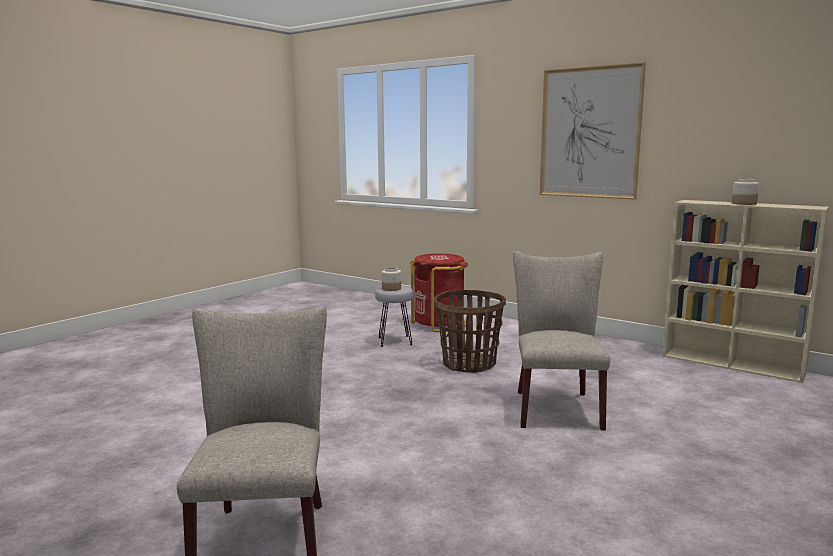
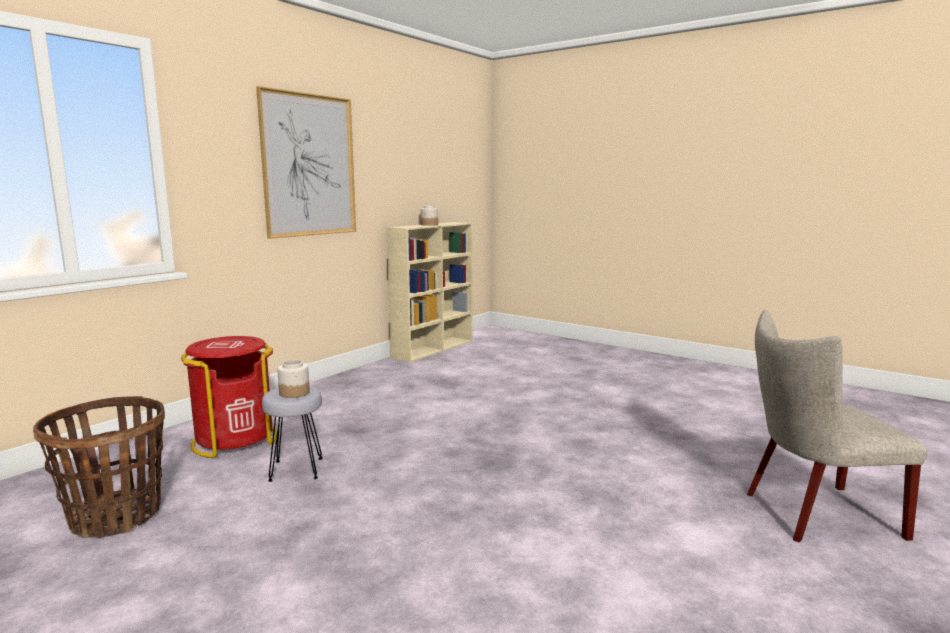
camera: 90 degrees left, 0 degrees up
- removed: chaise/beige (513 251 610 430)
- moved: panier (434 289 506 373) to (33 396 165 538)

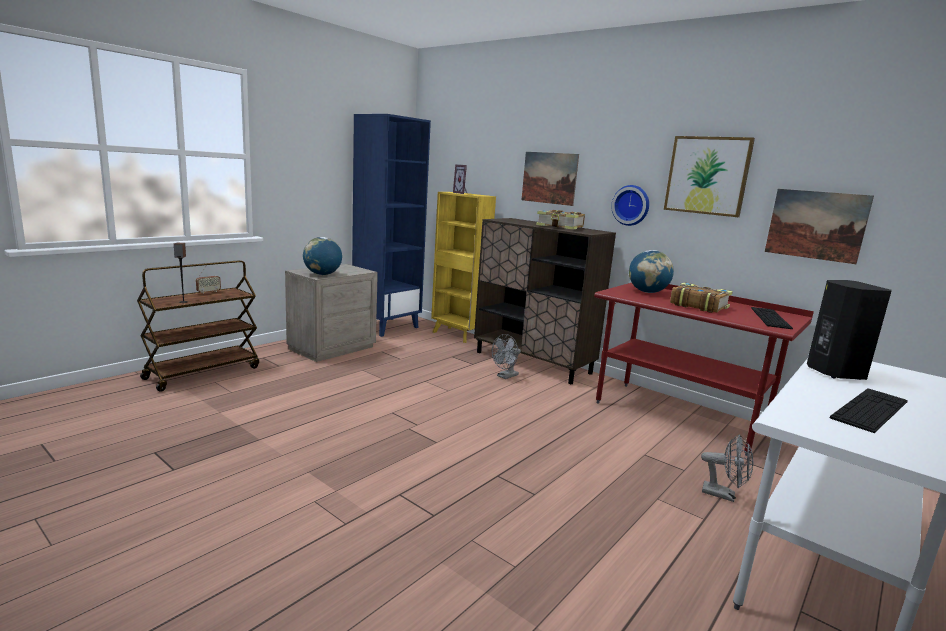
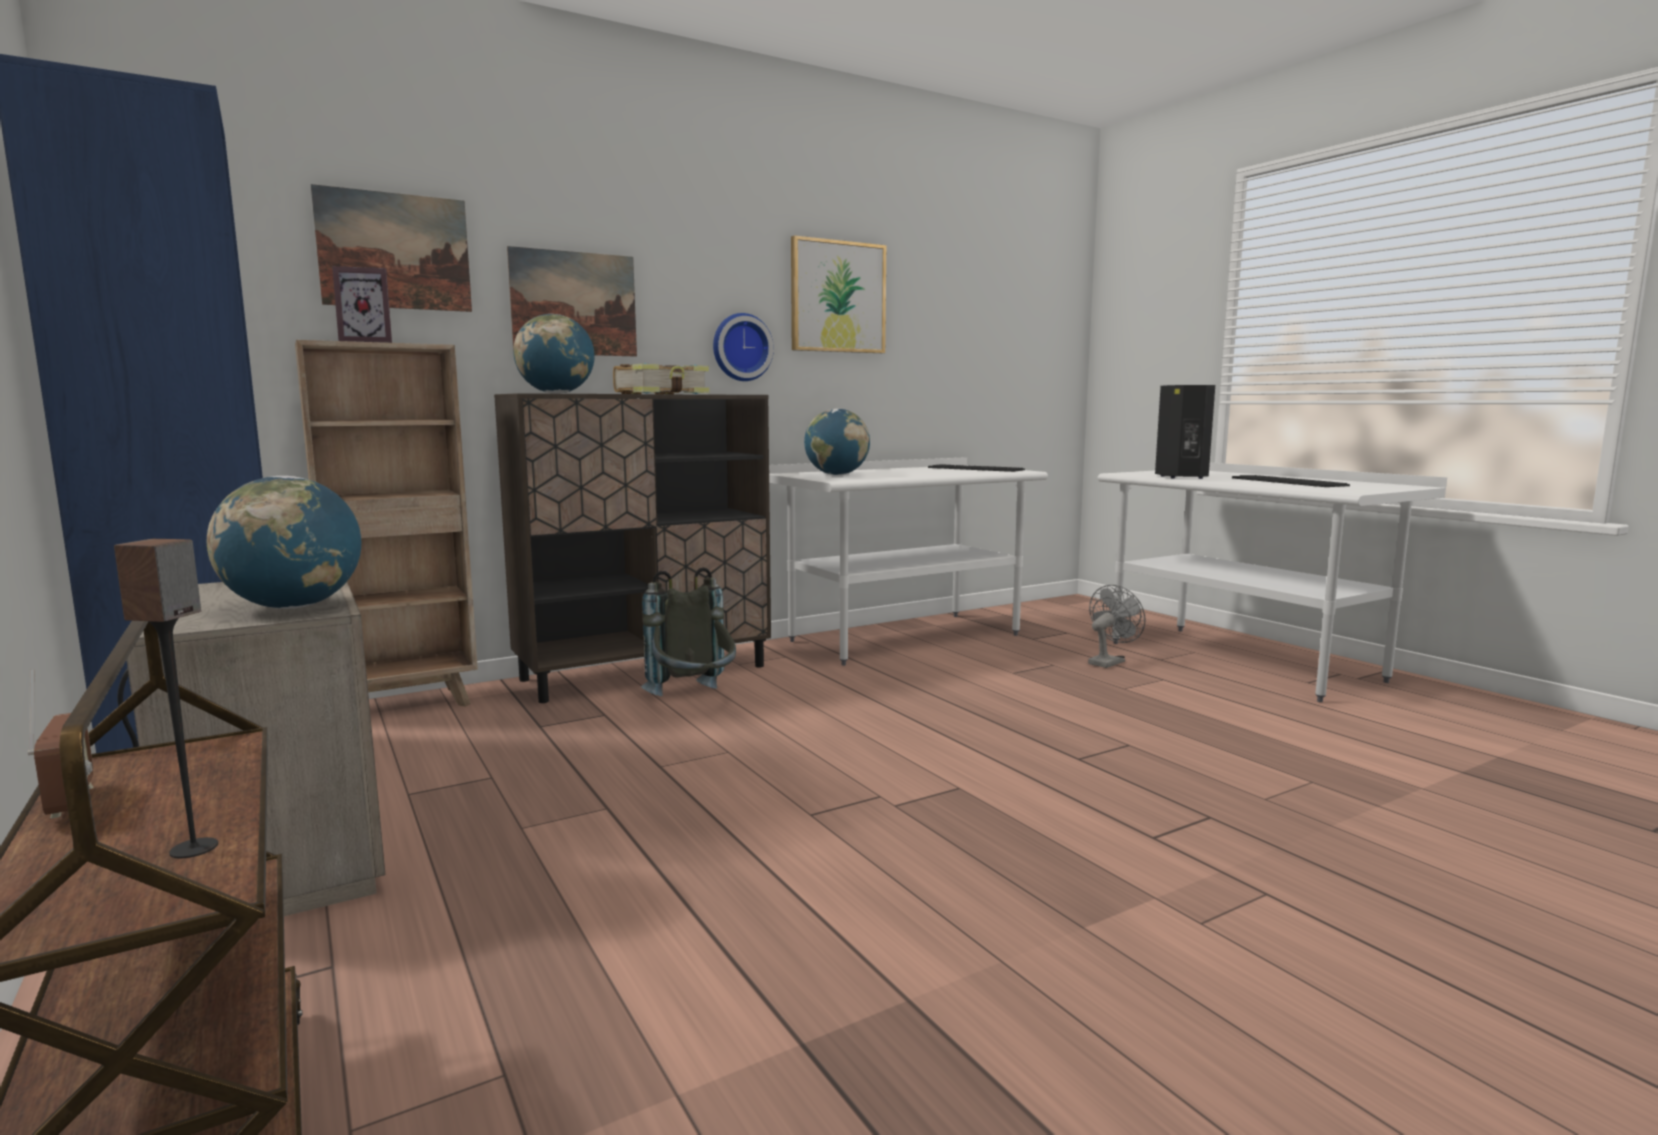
camera: 70 degrees left, 5 degrees down
- moved: tableau (765 189 874 264) to (311 184 472 312)
- recoloured: bibliothèque/jaune (431 192 496 343) to bibliothèque/marron (295 340 478 707)
- removed: livre (670 282 733 313)
- recoloured: bureau/rouge (594 283 814 456) to bureau/blanc (769 457 1048 666)
- replaced: ventilateur/gris (492 334 521 379) to sac à dos/gris (641 567 736 696)
- added: globe (513 314 595 394)

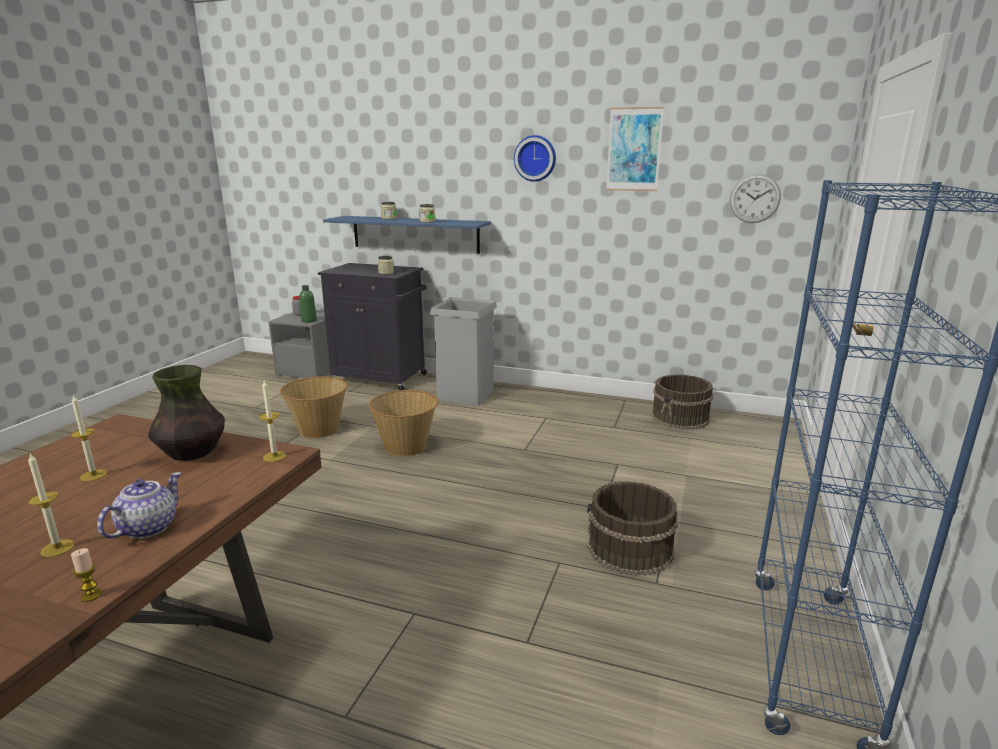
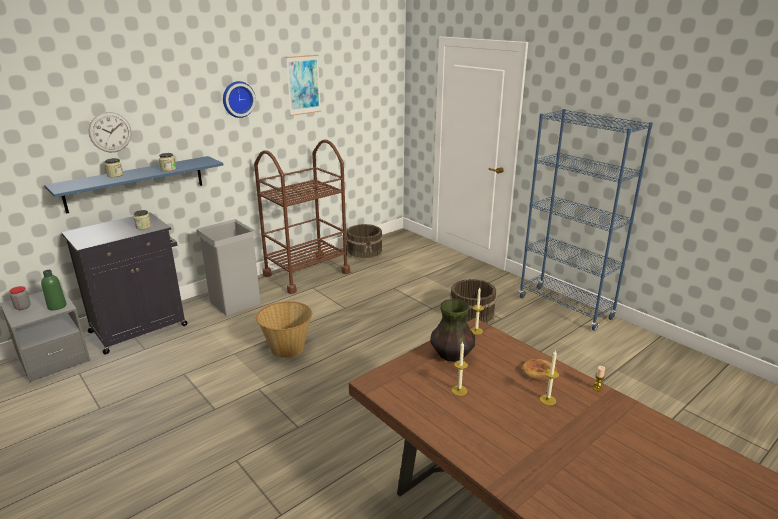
camera: 60 degrees left, 5 degrees up
- moved: horloge murale (730 174 781 223) to (89 112 132 152)
- removed: panier (280 376 348 438)
- replaced: théière (97 472 181 539) to pain (522 359 558 381)
- added: chariot/marron (254 139 350 294)

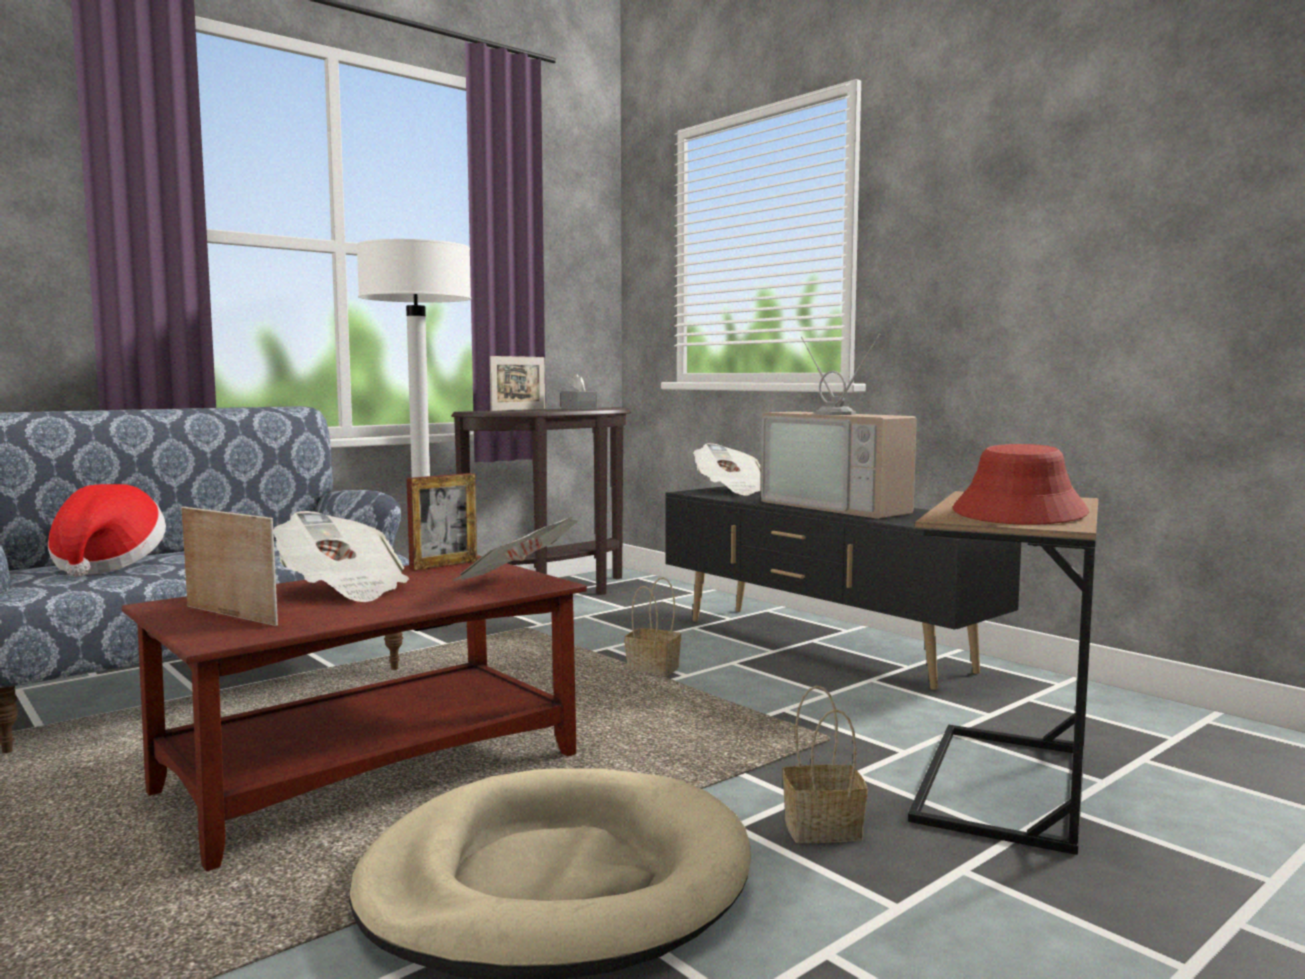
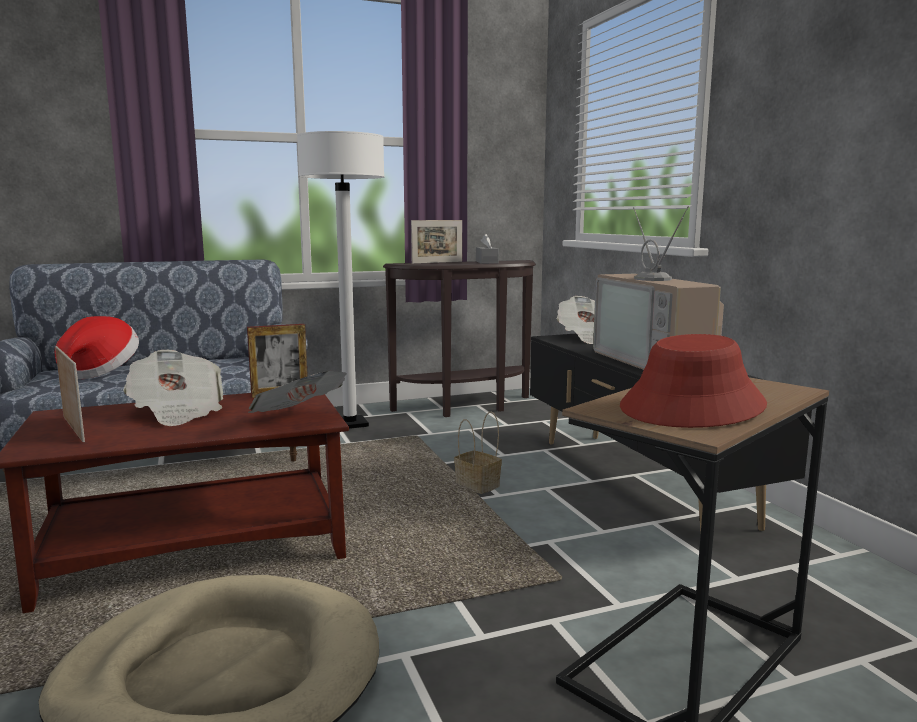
camera: 20 degrees right, 5 degrees up
- removed: panier (782 686 868 843)

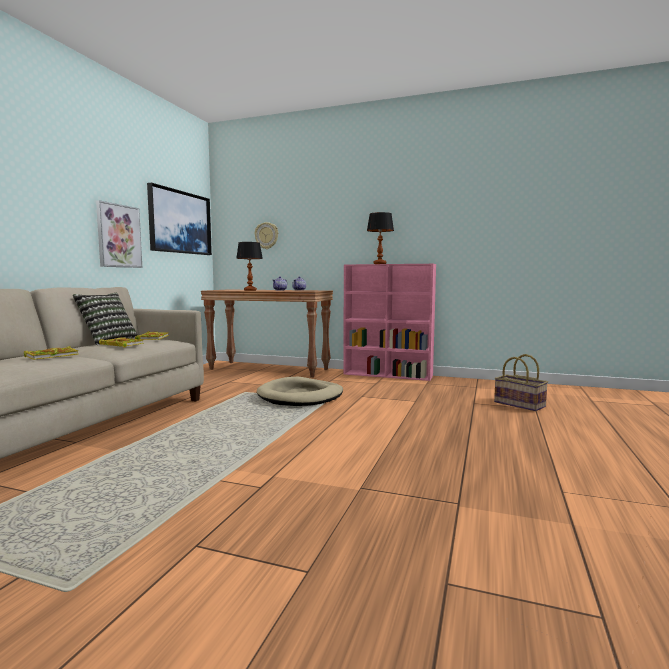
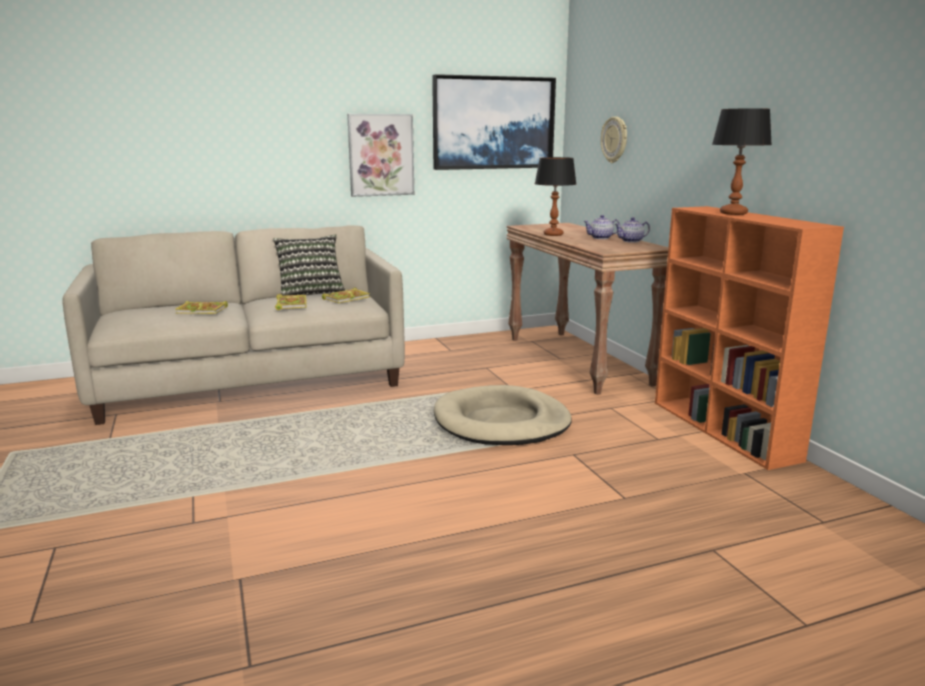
camera: 50 degrees right, 10 degrees up
- recoloured: bibliothèque/rose (343 264 436 381) to bibliothèque/orange (655 206 844 470)
- removed: panier (494 354 548 411)

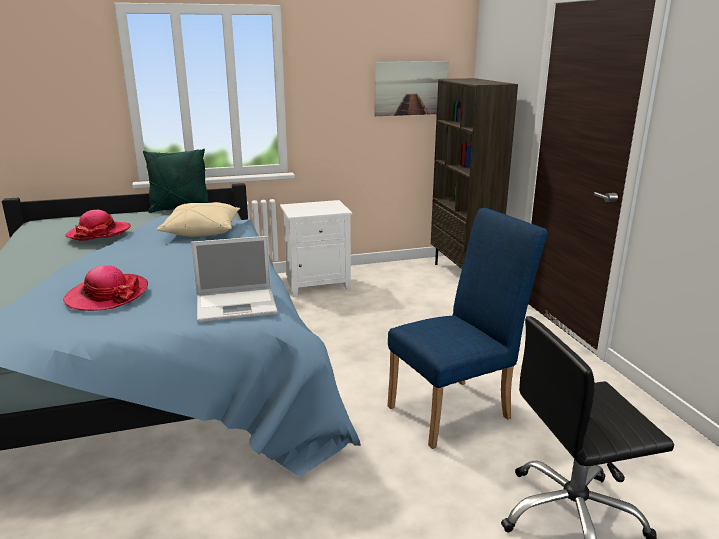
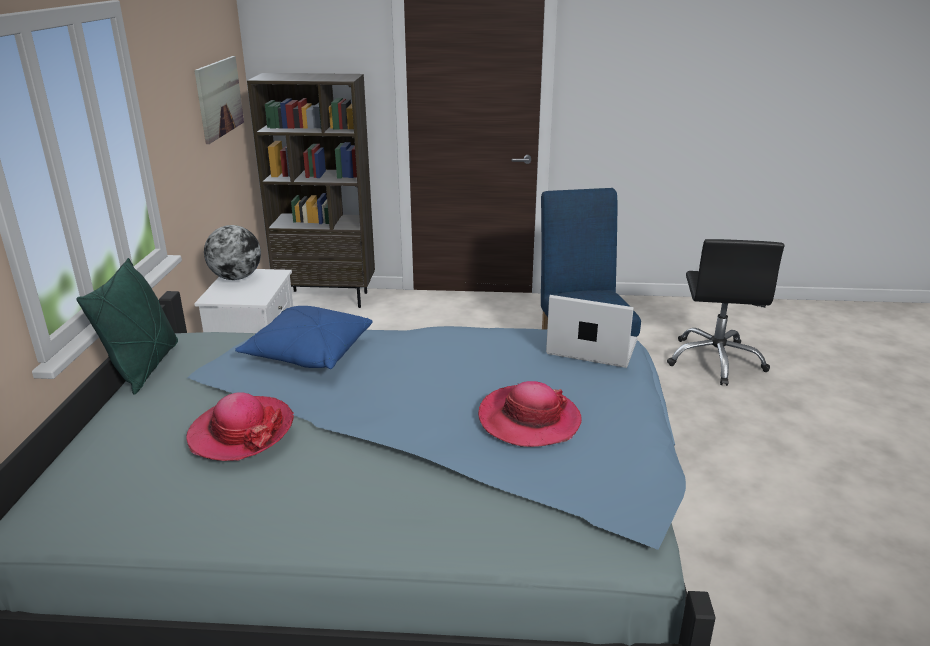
camera: 70 degrees left, 5 degrees up
- recoloured: coussin/beige (157 202 240 237) to coussin/bleu (235 306 373 369)
- turned: ordinateur portable (191 236 278 323) = (546 295 637 368) 75 degrees counterclockwise
- added: globe (204 225 261 280)

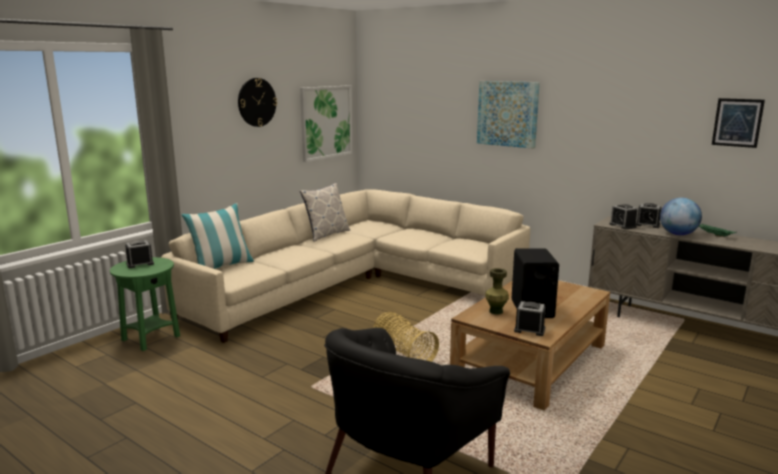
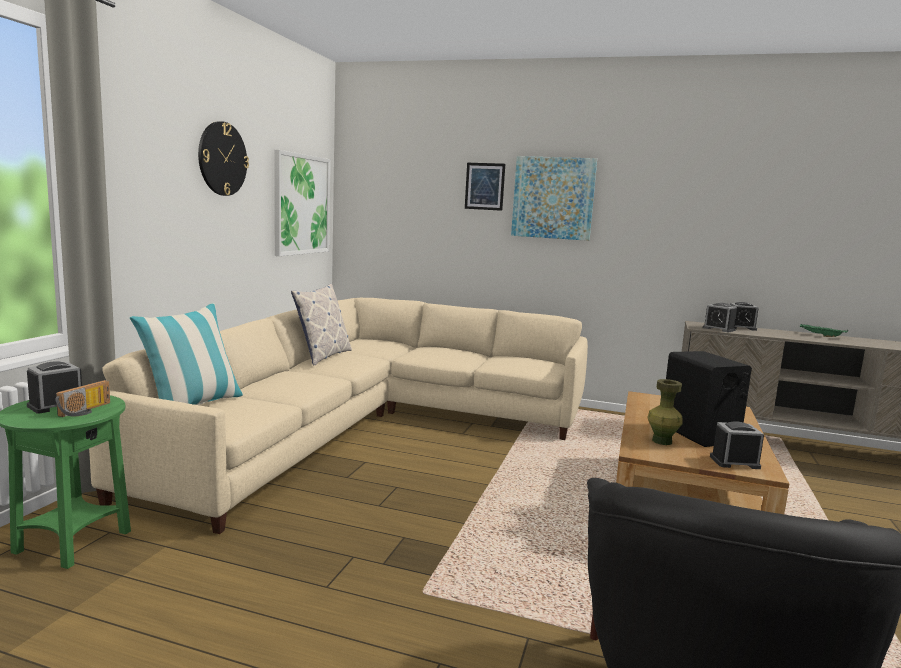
camera: 20 degrees left, 5 degrees down
- moved: tableau (712 98 765 148) to (465 163 505 211)
- removed: globe (660 198 702 235)
- removed: panier (373 312 439 362)
- added: radio (55 380 110 417)

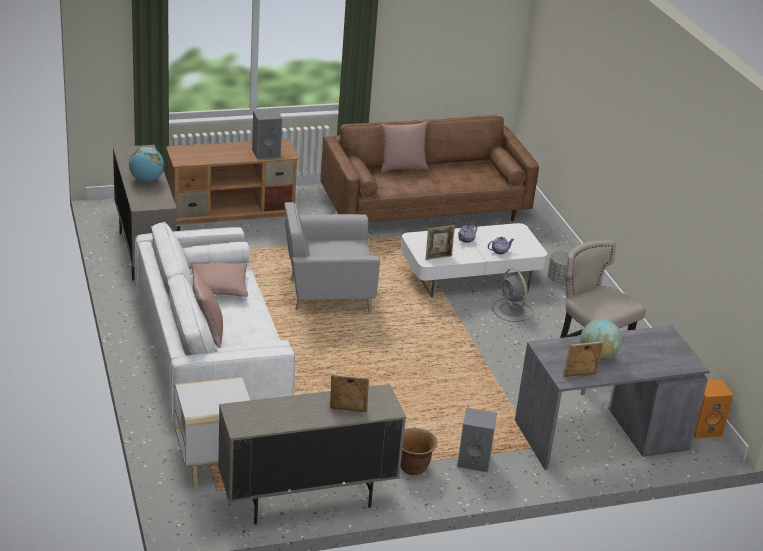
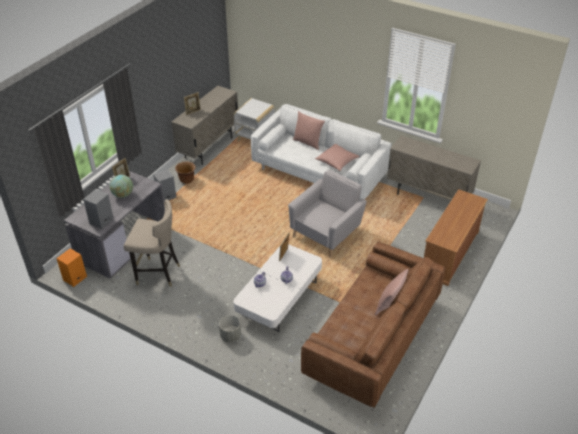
camera: 140 degrees right, 10 degrees up
- moved: enceinte/gris (252 109 282 159) to (83 189 114 229)
- removed: globe (129 147 164 182)
- removed: ventilateur/gris (492 268 533 322)

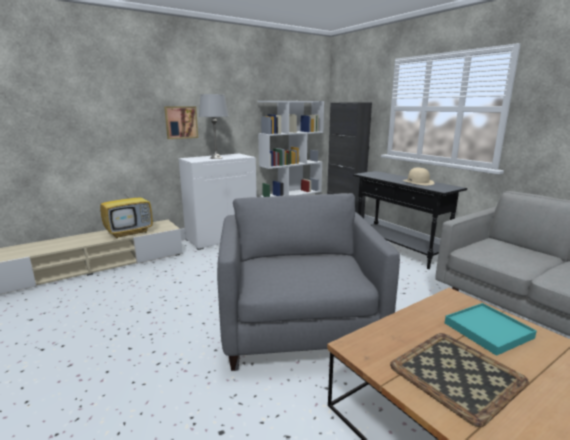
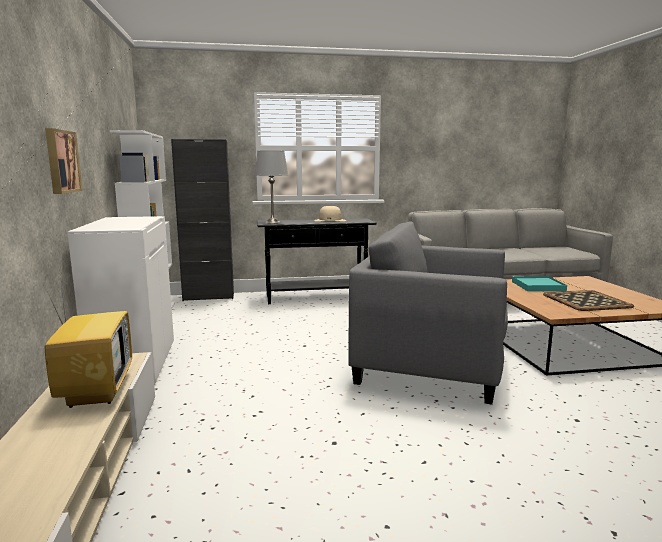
camera: 65 degrees left, 5 degrees down
- moved: lampe de table/gris (199 94 229 159) to (255 150 288 223)

